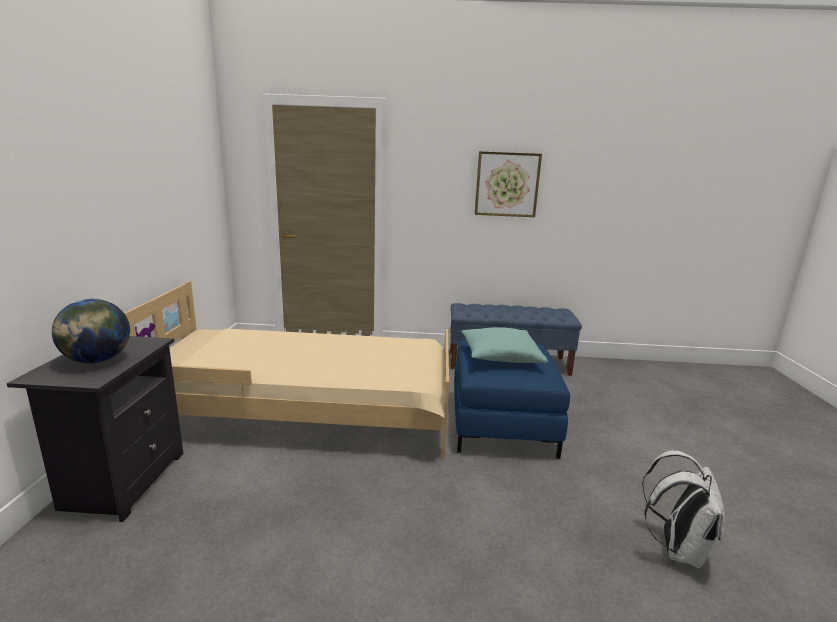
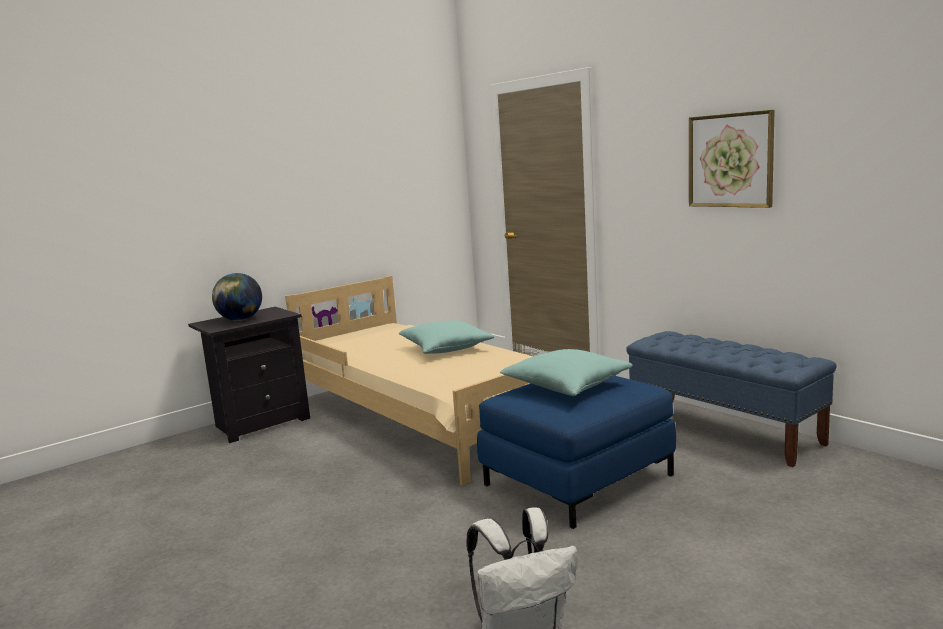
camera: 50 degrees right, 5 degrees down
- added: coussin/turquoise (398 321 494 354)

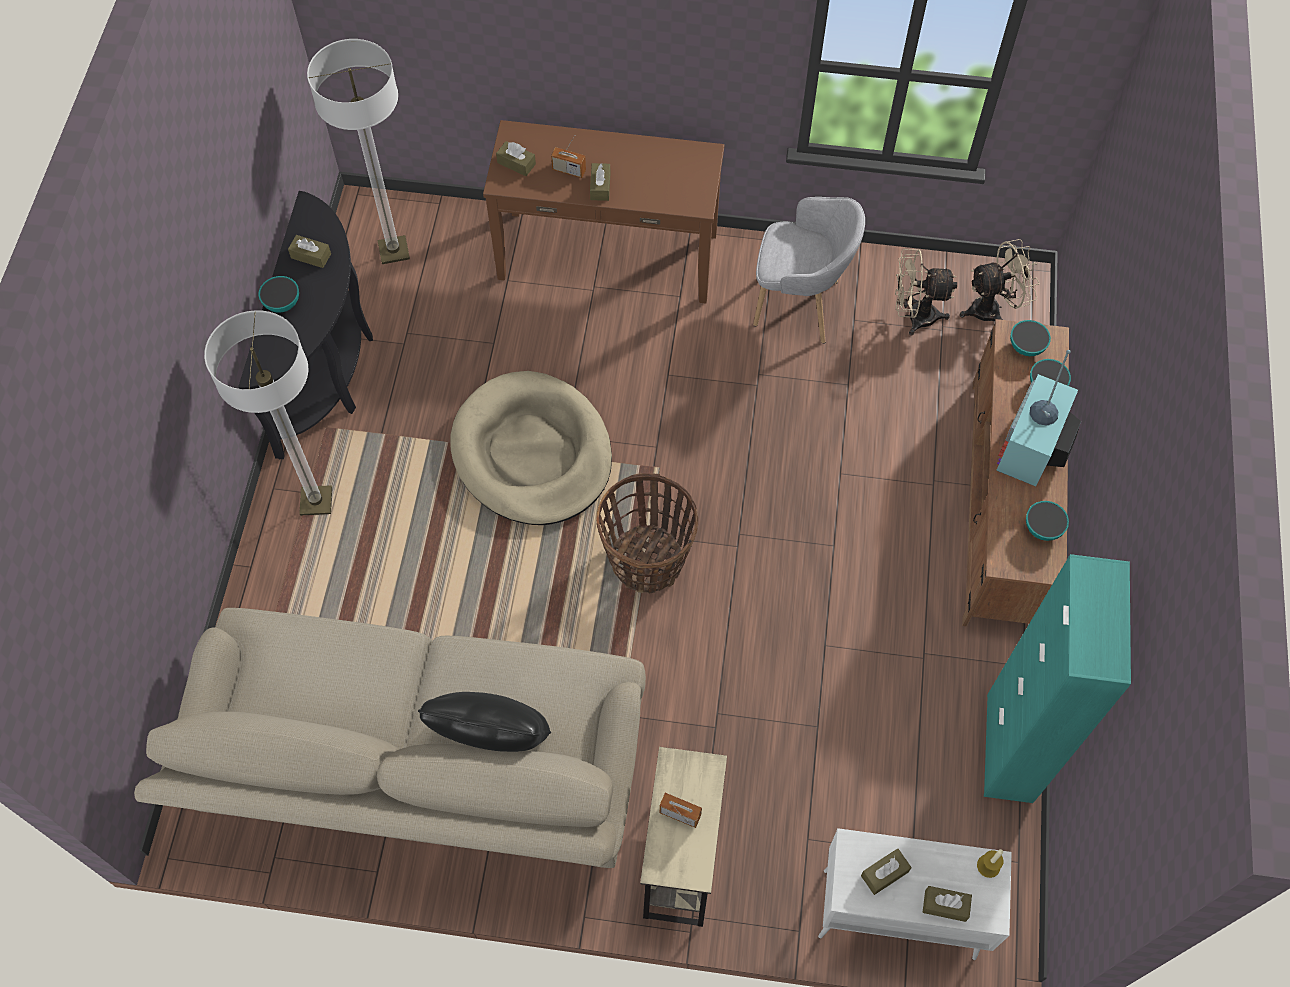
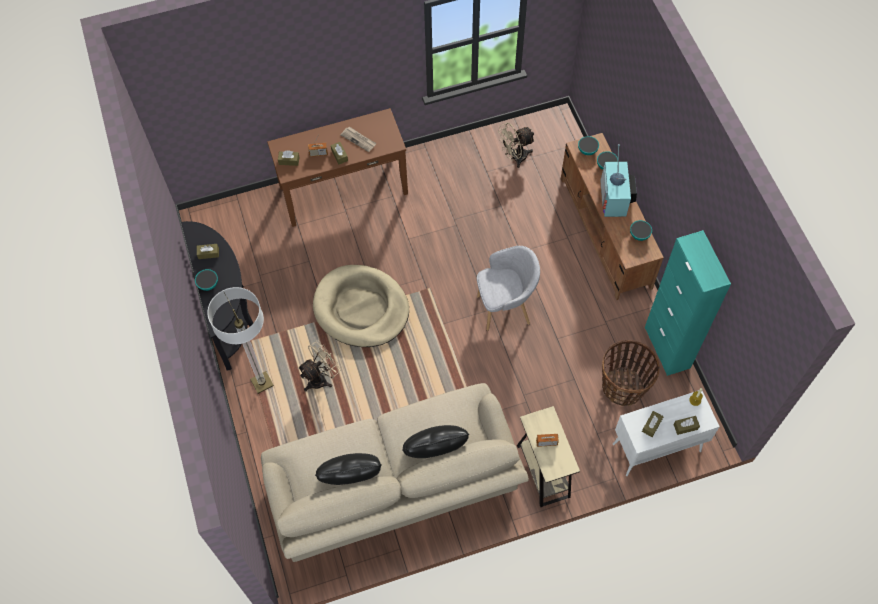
camera: 25 degrees left, 0 degrees up
- removed: lampadaire (307 39 410 264)
- moved: fauteuil/gris (753 197 865 344) to (477 246 540 331)
- moved: ventilateur/beige (960 239 1040 321) to (298 340 341 392)
- moved: panier (596 473 698 594) to (602 340 660 406)
- added: journal (340 126 377 152)
- added: coussin/noir (315 453 382 485)

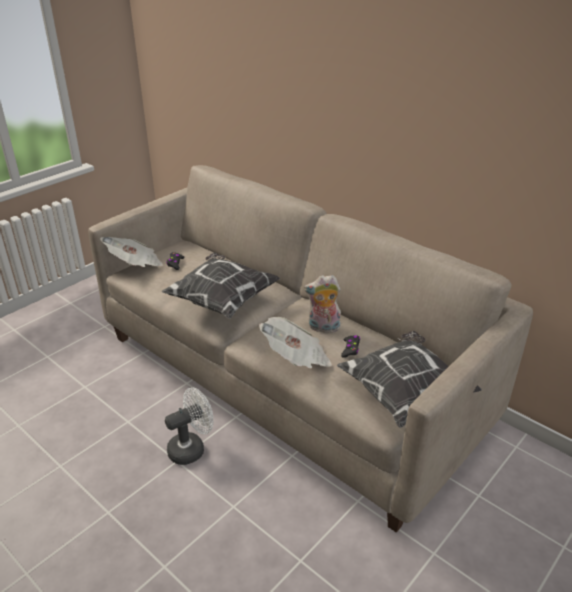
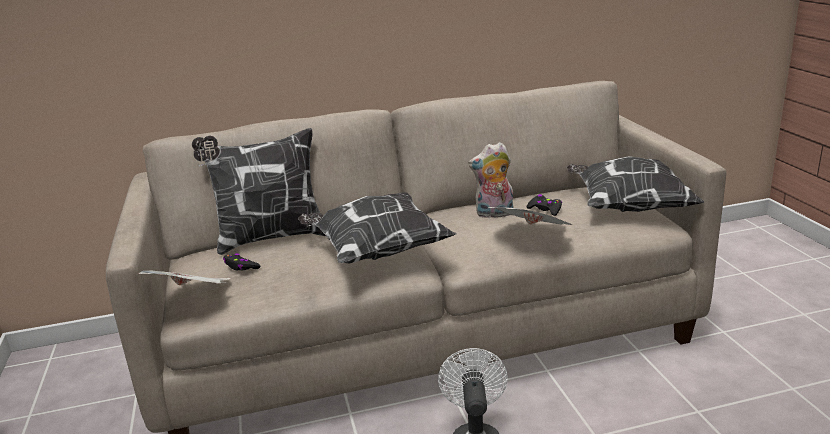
camera: 55 degrees left, 10 degrees down
- turned: peluche (304 275 341 333) = (468 142 513 218) 45 degrees clockwise
- added: coussin (192 128 325 255)

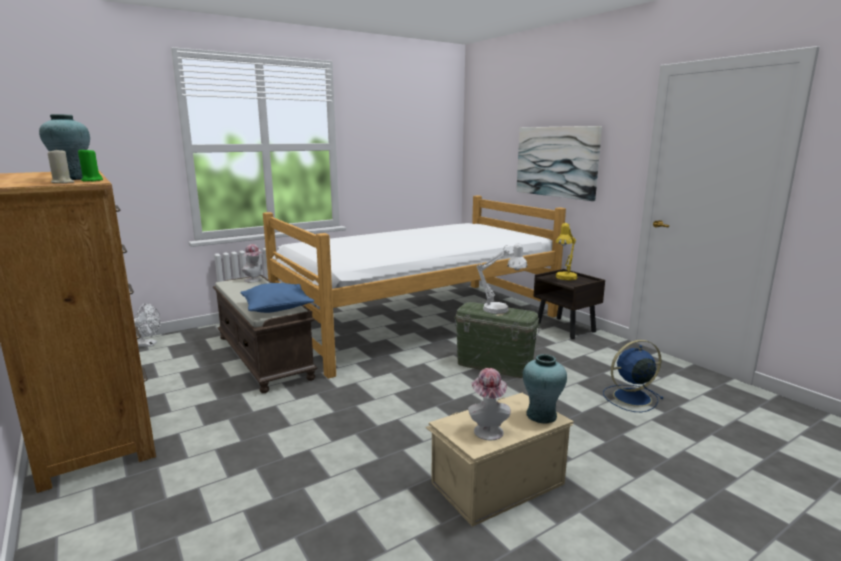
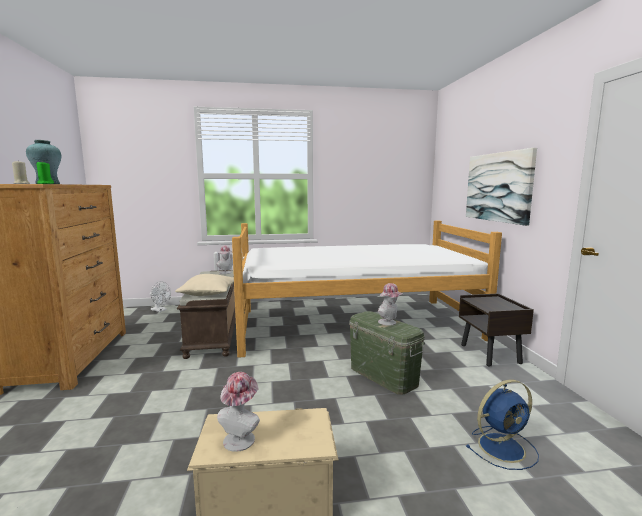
camera: 25 degrees right, 5 degrees down
- removed: lampe de table/jaune (556 223 578 280)
- replaced: lampe de table/blanc (477 243 527 314) to chapeau (378 283 402 326)
- recoloured: coussin/bleu (241 283 314 313) to coussin/beige (175 274 234 296)
- turned: ventilateur/bleu (603 340 664 412) = (466 380 539 470) 150 degrees clockwise
- removed: vase/turquoise (523 354 567 424)

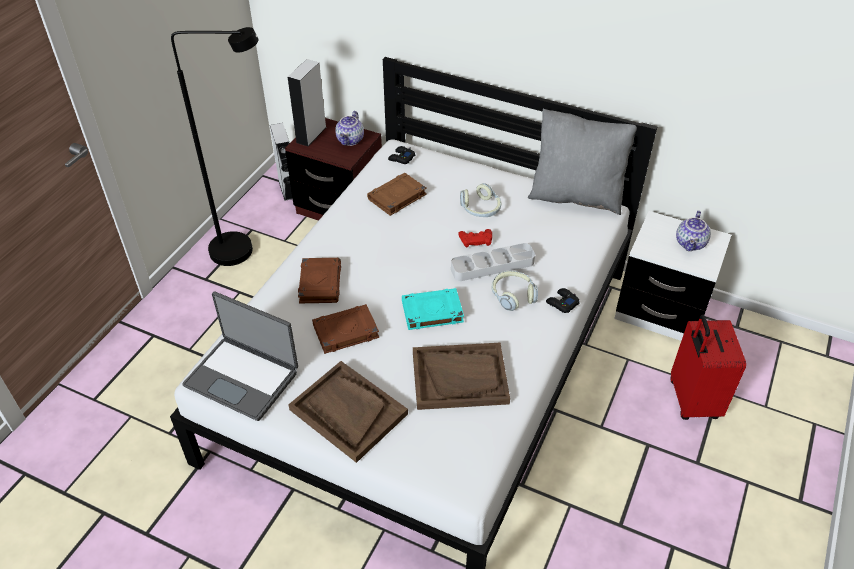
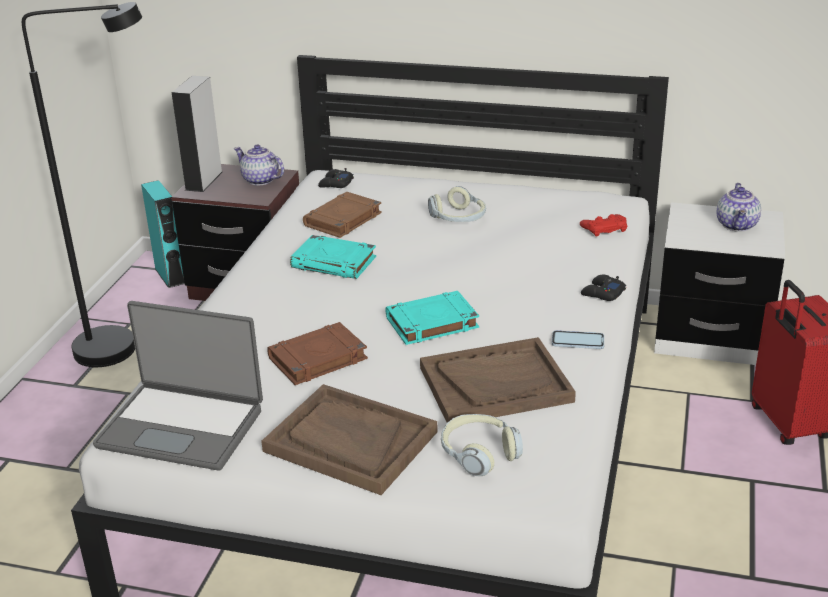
camera: 10 degrees left, 15 degrees down
- removed: coussin/gris (528 108 638 215)
- turned: théière (335 111 364 146) = (234 144 284 185) 120 degrees clockwise
- recoloured: enceinte/gris (270 123 293 201) to enceinte/turquoise (141 180 185 288)
- moved: manette/rouge (458 229 492 247) to (580 214 628 237)
- removed: plateau/gris (451 243 535 281)
- removed: livre/marron (298 258 341 303)
- moved: casque audio (492 271 538 311) to (441 414 523 476)
- added: livre/turquoise (290 235 376 279)
- added: téléphone (552 330 604 349)

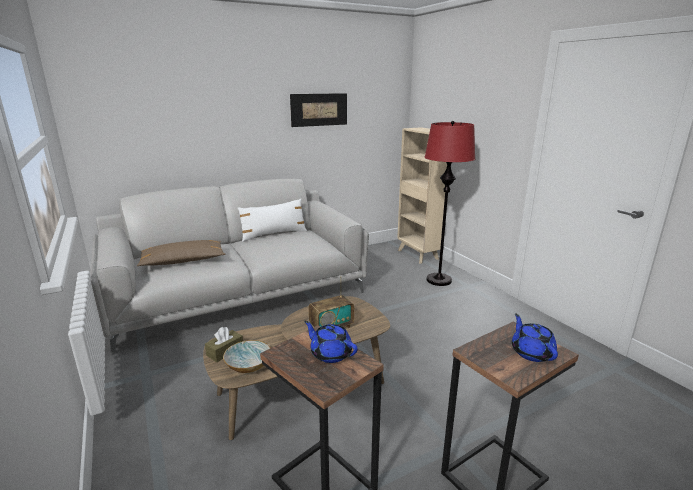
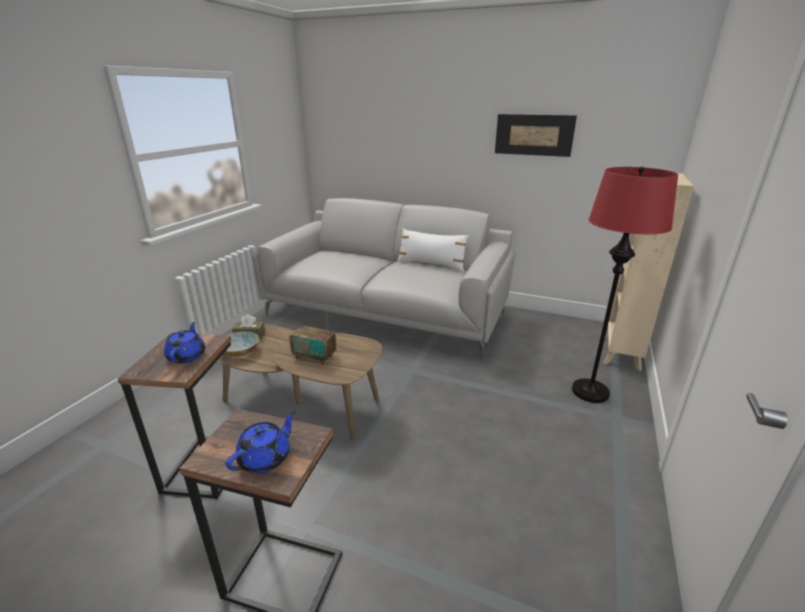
camera: 50 degrees right, 5 degrees up
- removed: coussin/marron (137 240 226 266)

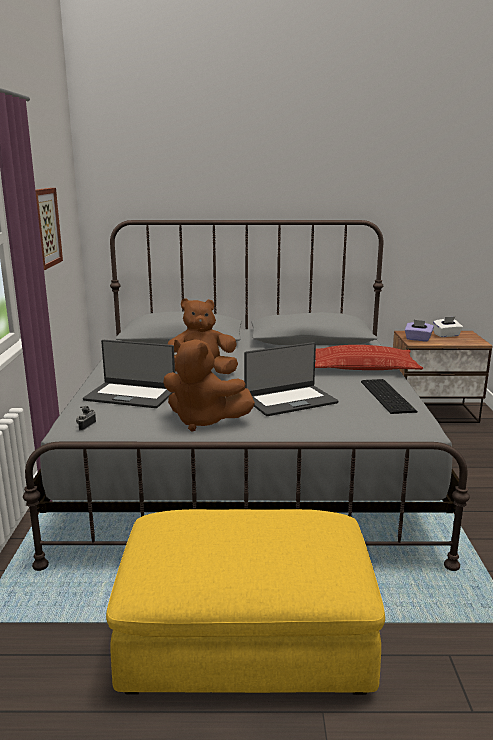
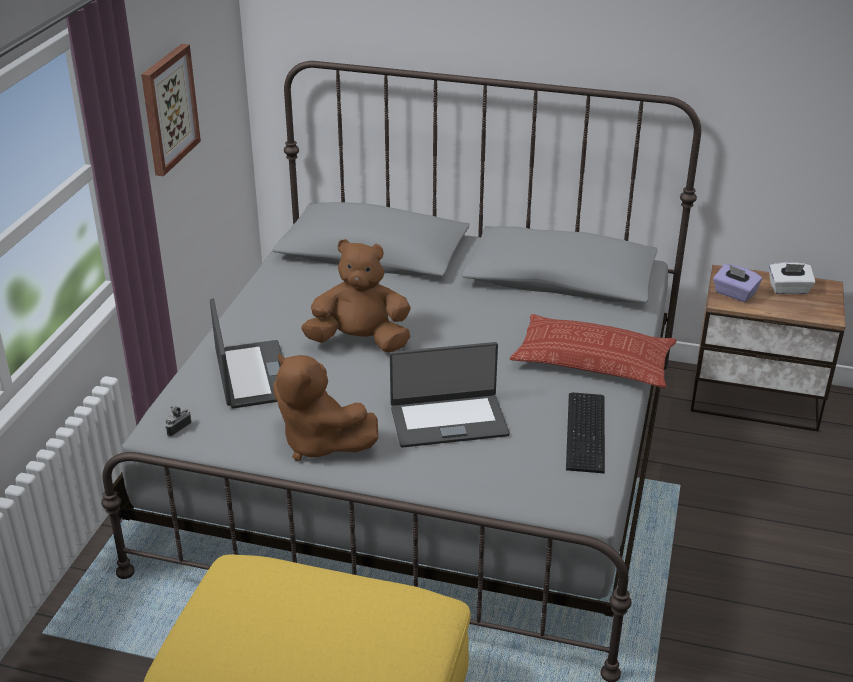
camera: 15 degrees right, 15 degrees up
- turned: ordinateur portable (83 340 175 408) = (210 298 282 409) 135 degrees counterclockwise

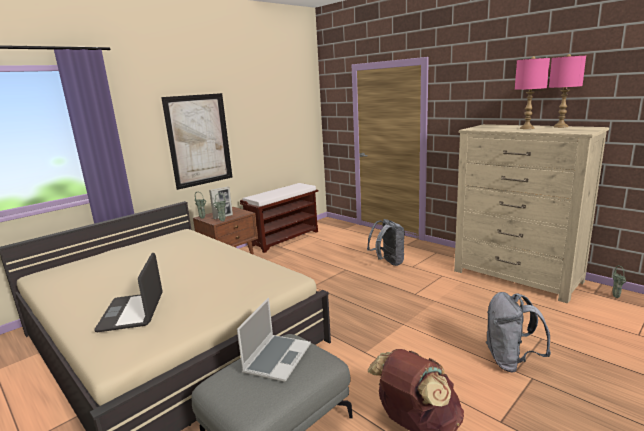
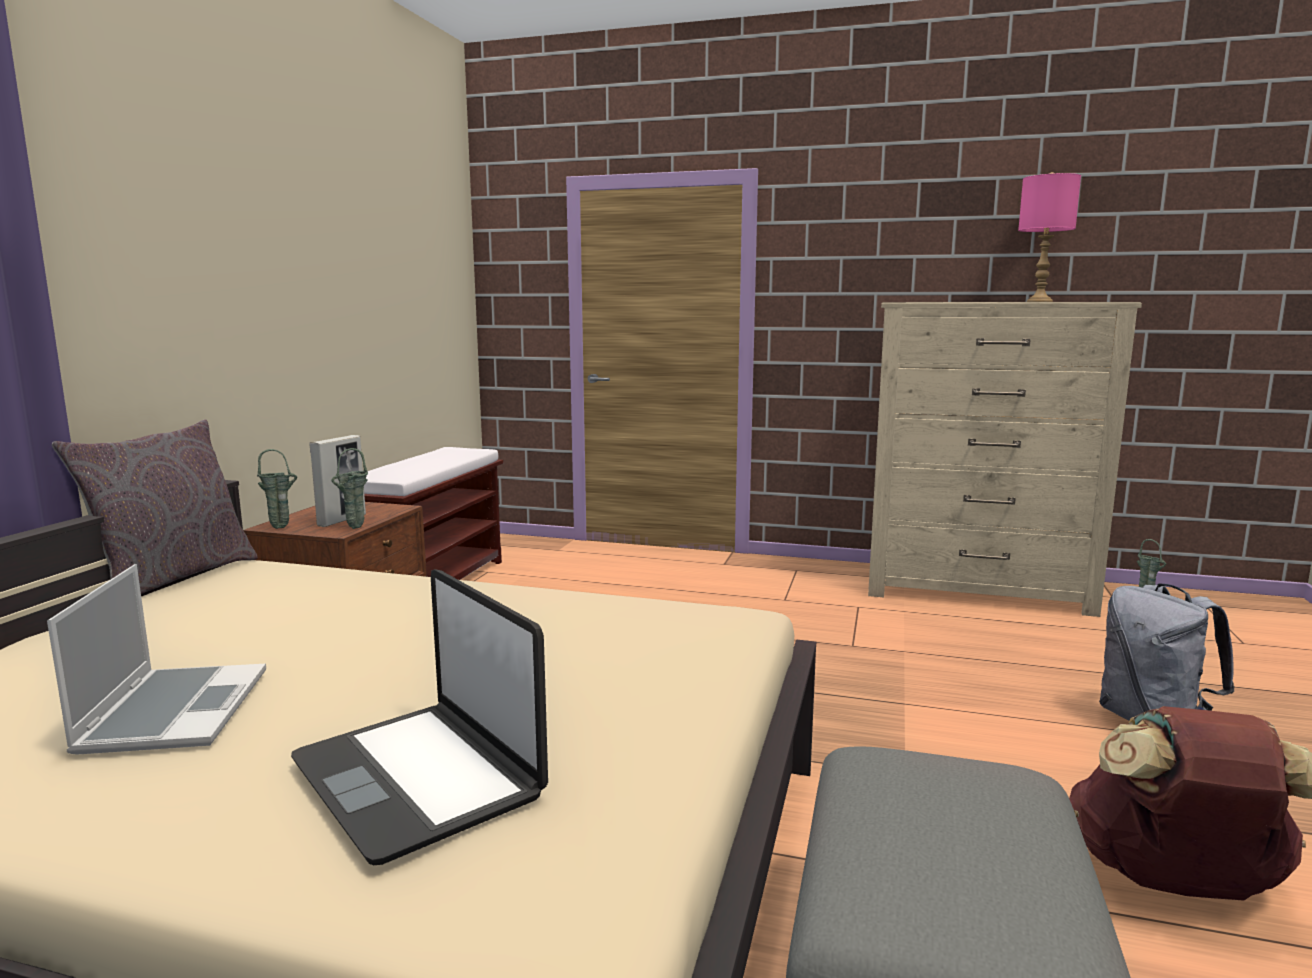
camera: 30 degrees left, 5 degrees down
- removed: lampe de table/rose (515 56 550 129)
- removed: tableau (161 93 232 190)
- removed: sac à dos/gris (367 219 405 266)
- moved: ordinateur portable (237 298 311 382) to (47 564 266 755)
- added: coussin/gris (52 419 258 594)

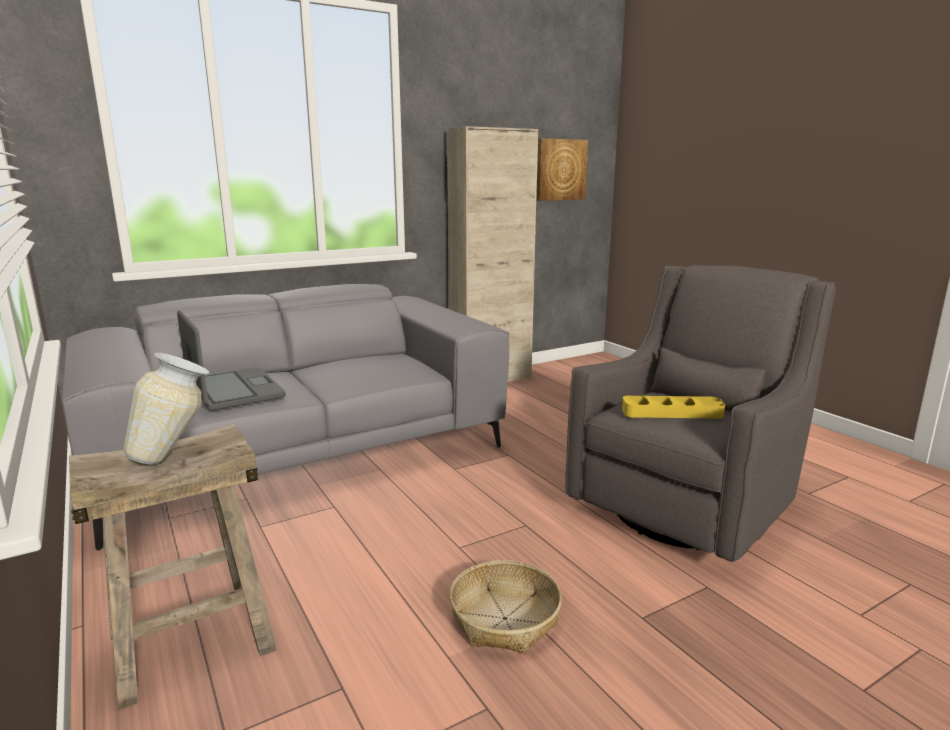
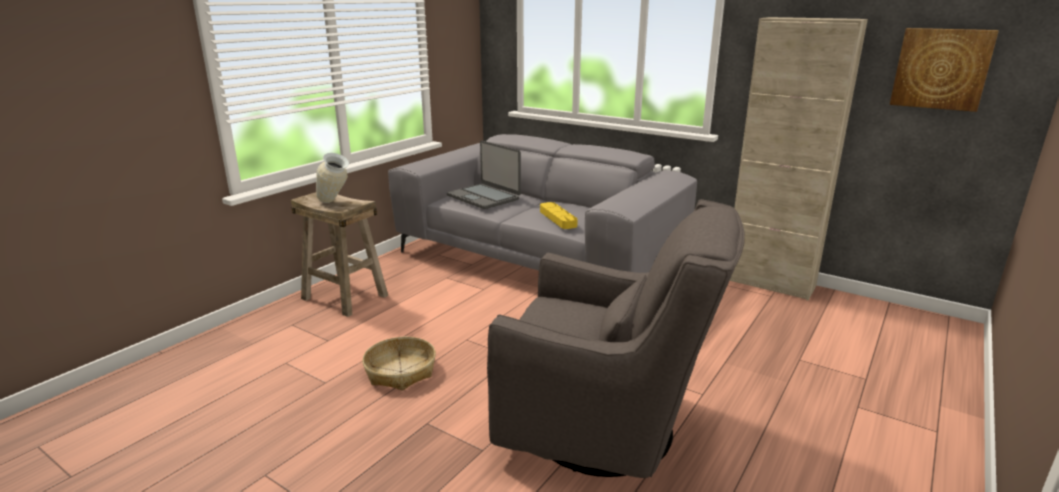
camera: 65 degrees right, 5 degrees up
- turned: ordinateur portable (177 310 286 411) = (447 140 521 209) 105 degrees clockwise
- moved: plateau/jaune (622 396 725 419) to (540 202 578 229)

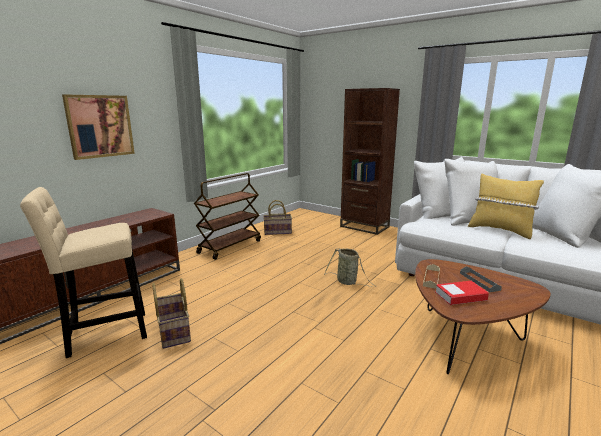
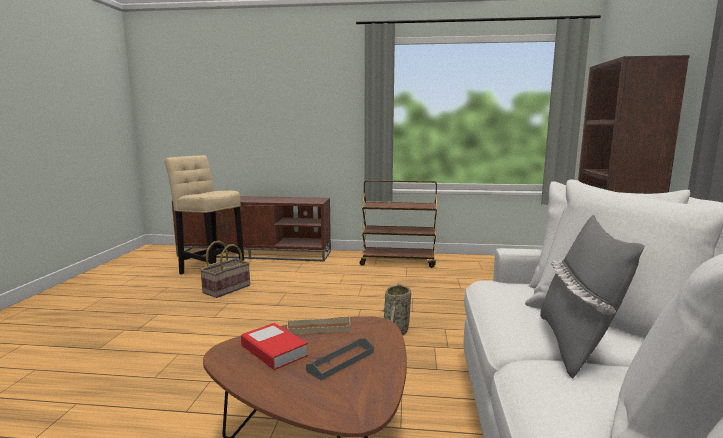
camera: 60 degrees right, 5 degrees down
- removed: tableau (62 94 135 160)
- recoloured: coussin/jaune (468 174 544 239) to coussin/gris (540 215 645 379)
- removed: panier (263 200 292 235)

